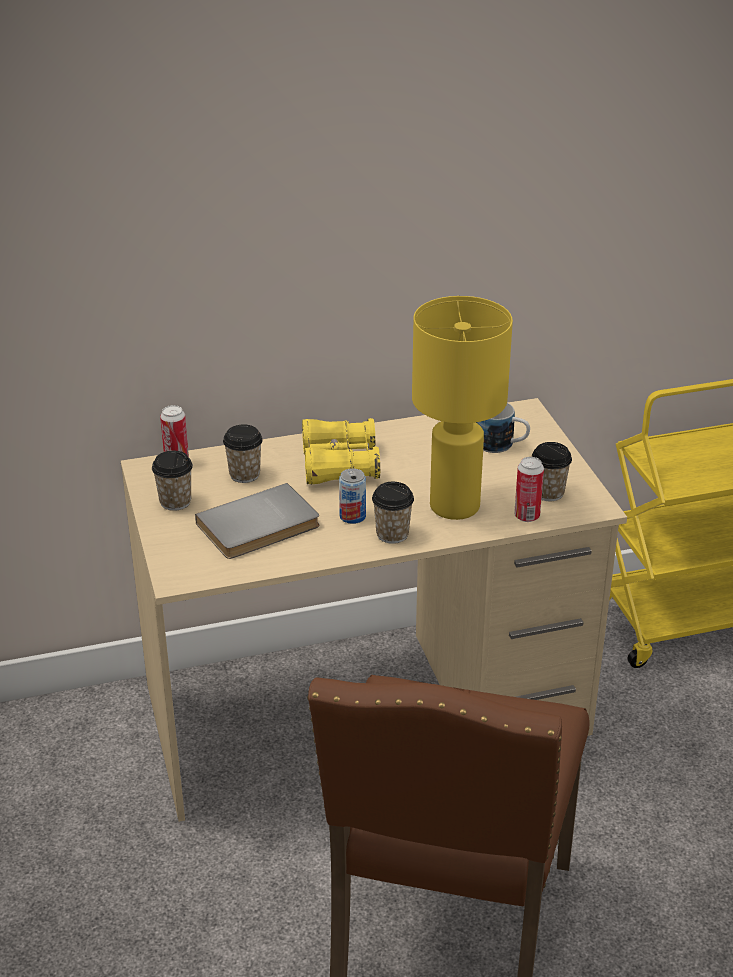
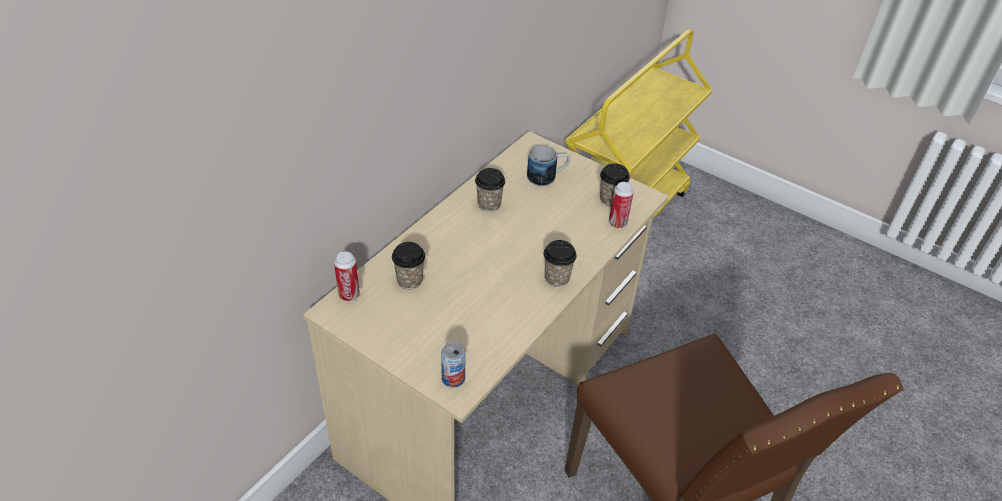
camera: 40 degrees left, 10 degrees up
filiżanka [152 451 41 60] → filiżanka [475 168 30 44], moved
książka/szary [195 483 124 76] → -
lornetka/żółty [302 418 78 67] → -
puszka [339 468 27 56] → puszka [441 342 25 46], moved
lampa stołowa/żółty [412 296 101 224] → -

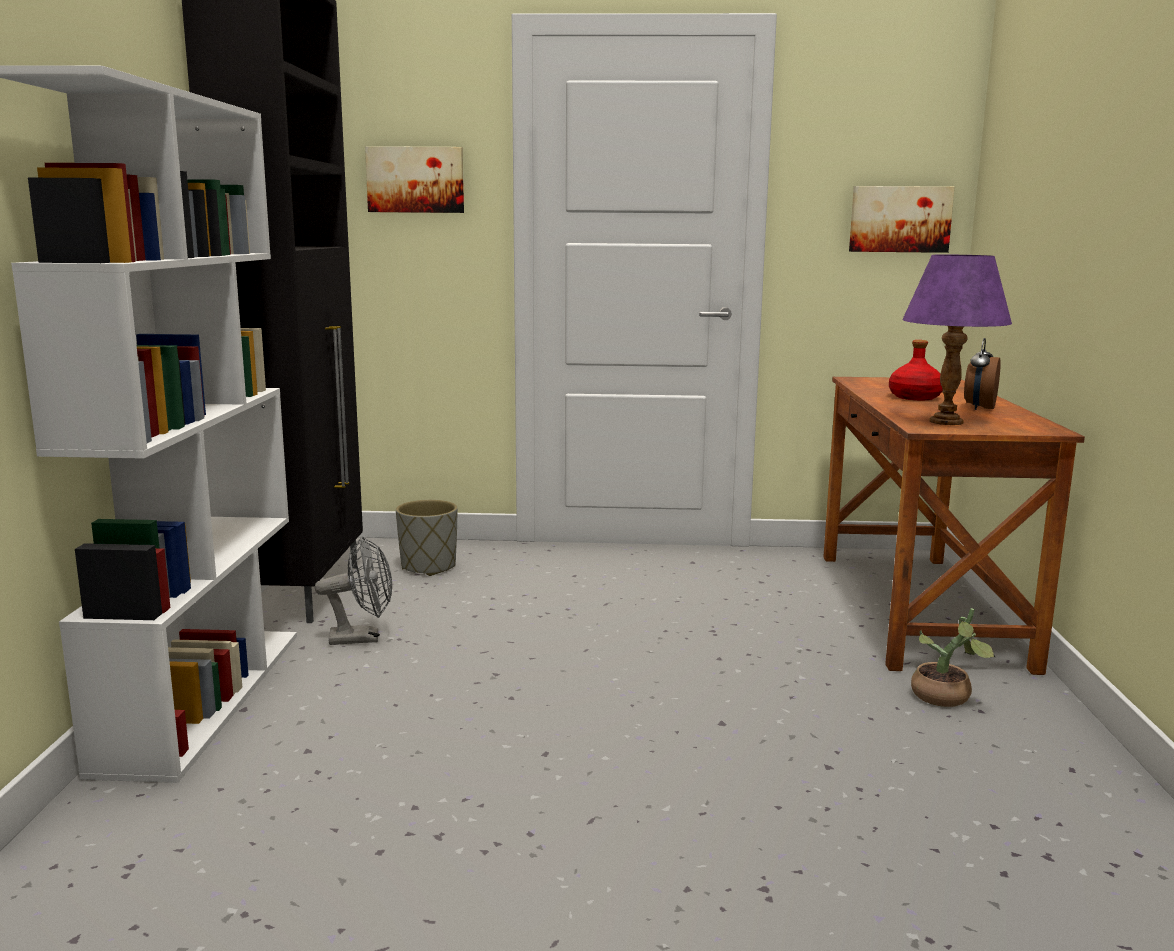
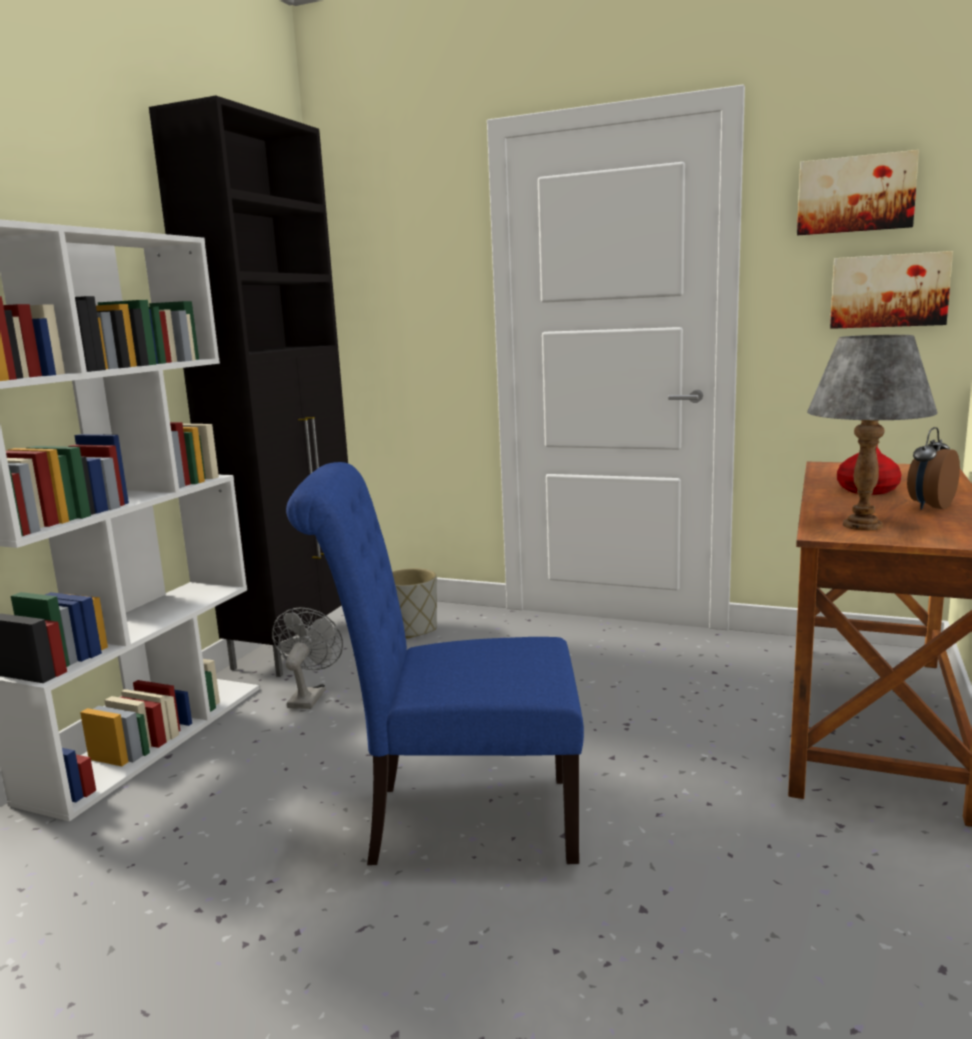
camera: 20 degrees right, 0 degrees up
wentylator/szary [315 536 77 109] → wentylator/szary [272 608 71 101], 90 degrees counterclockwise
obraz [365 146 99 67] → obraz [797 150 122 85], moved
lampa stołowa/fioletowy [902 255 110 170] → lampa stołowa/szary [807 335 131 195]
roślina doniczkowa [911 608 84 99] → -
- → krzesło/niebieski [286 462 298 403]

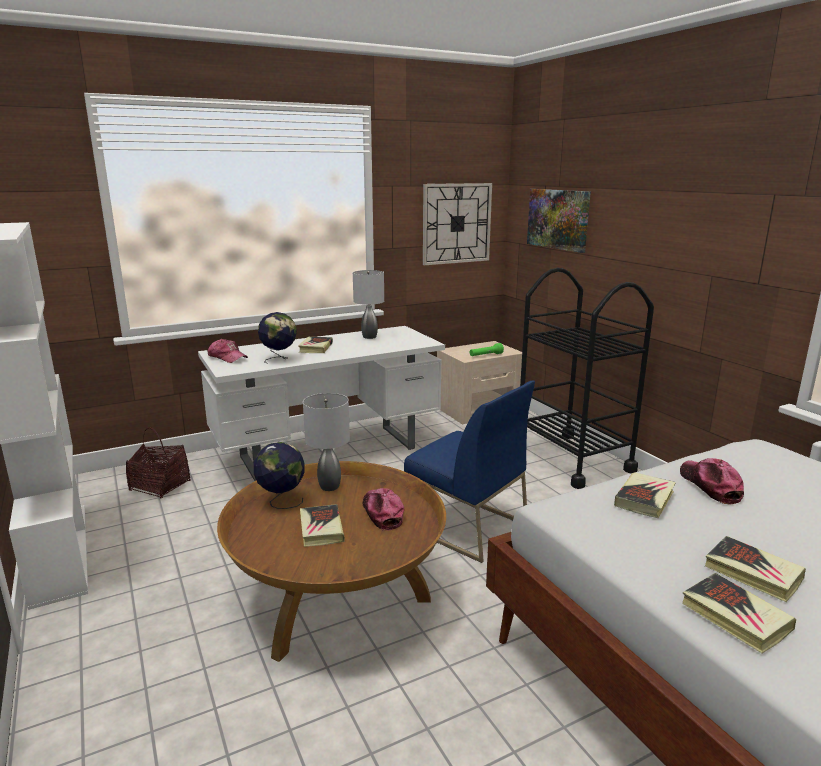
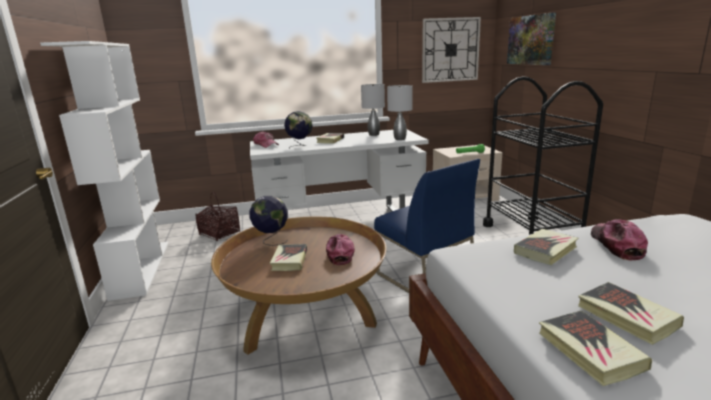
camera: 15 degrees right, 0 degrees up
lampa stołowa/szary [303 393 47 98] → lampa stołowa/szary [387 85 25 55], moved

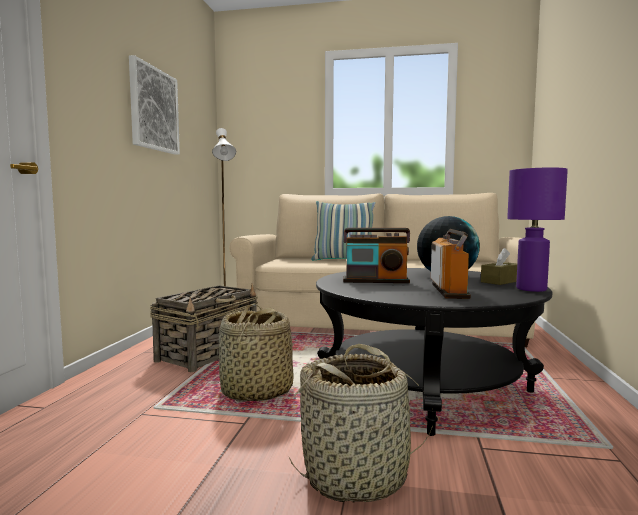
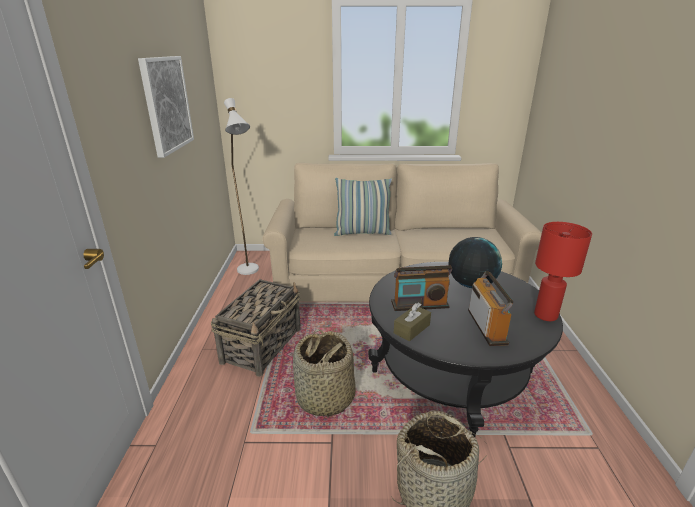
camera: 10 degrees left, 20 degrees up
pudełko chusteczek/brązowy [481 248 36 37] → pudełko chusteczek/brązowy [394 303 37 38], moved
lampa stołowa/fioletowy [507 168 61 124] → lampa stołowa/czerwony [534 222 58 99]

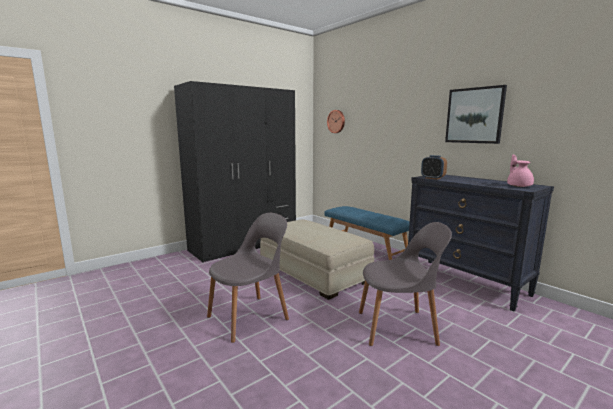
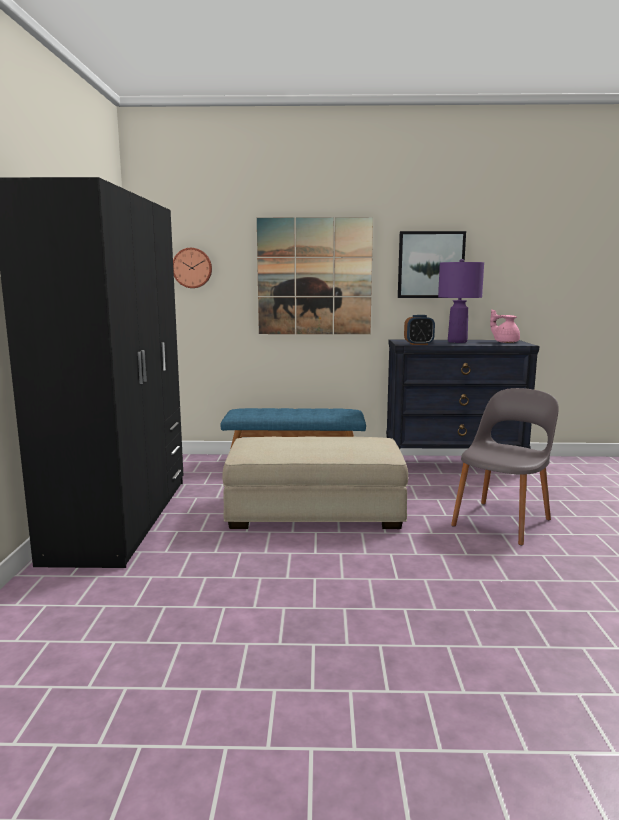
camera: 50 degrees left, 0 degrees up
krzesło/szary [207 213 82 130] → -
- → obraz [257 217 116 117]
- → lampa stołowa/fioletowy [438 259 46 84]

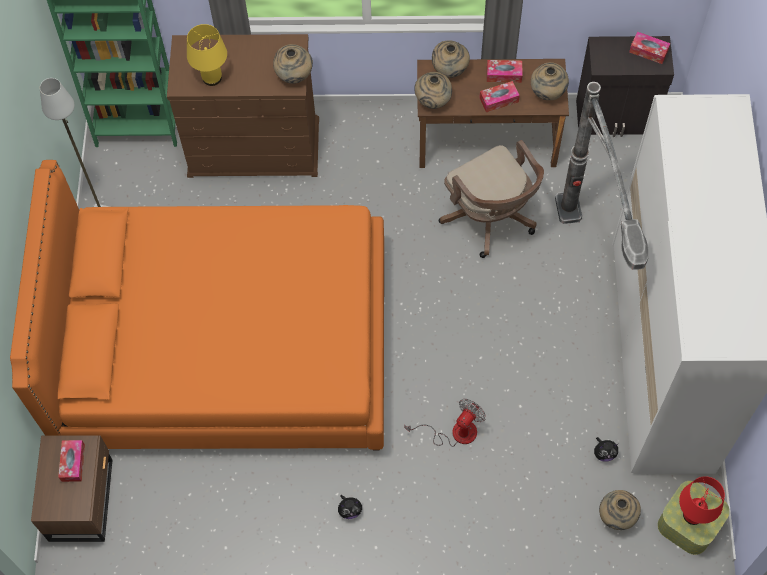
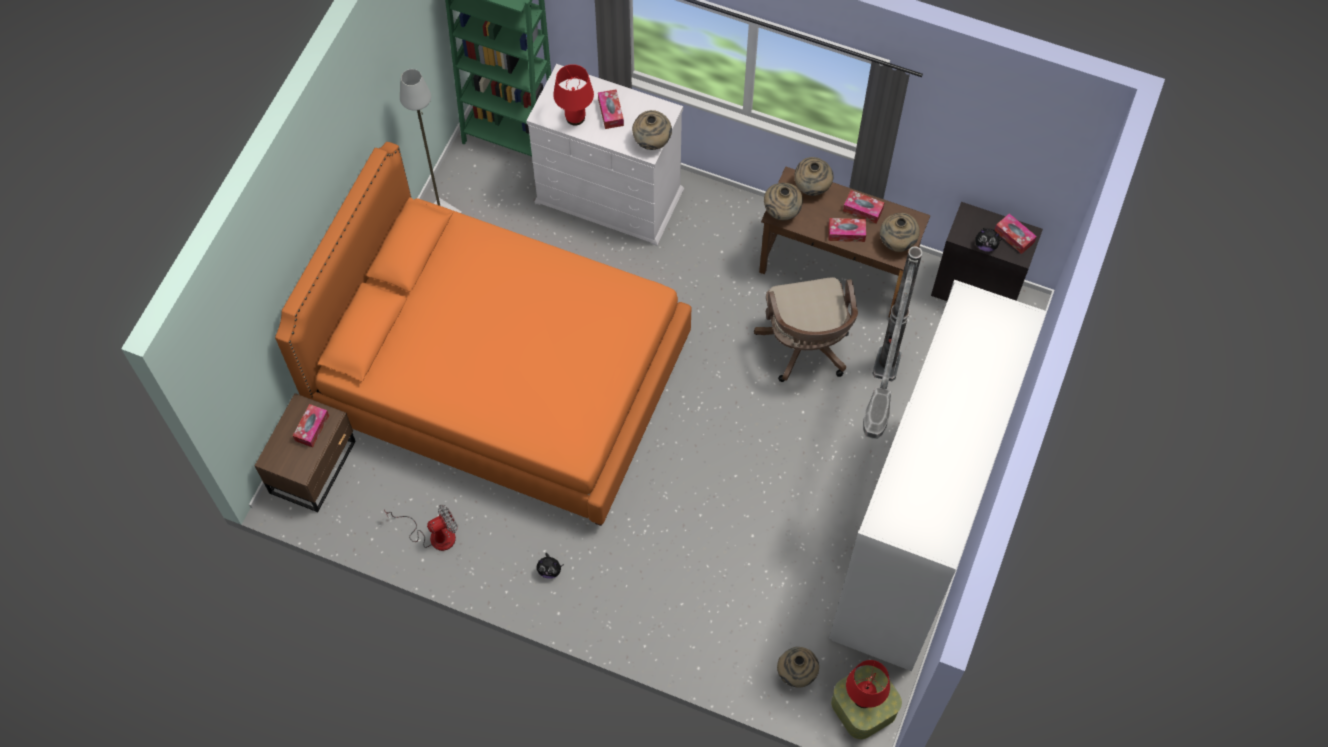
camera: 20 degrees right, 0 degrees up
komoda/brązowy [167 34 152 144] → komoda/biały [526 64 158 182]
lampa stołowa/żółty [187 24 40 62] → lampa stołowa/czerwony [553 64 41 61]
wentylator [404 399 82 48] → wentylator [384 505 74 46], moved
pluszak [594 437 24 25] → pluszak [975 228 28 24], moved
- → pudełko chusteczek [598 89 26 40]

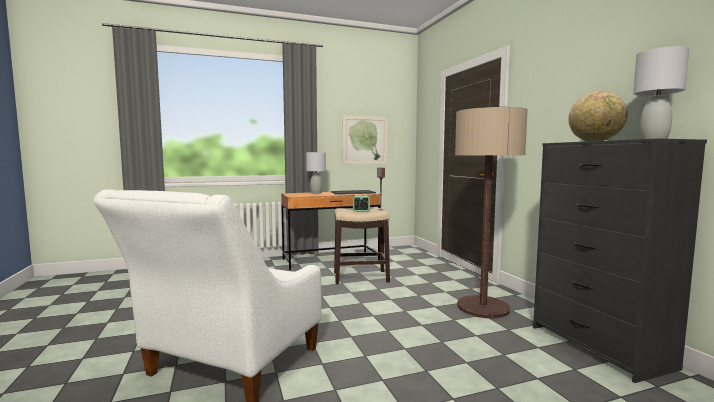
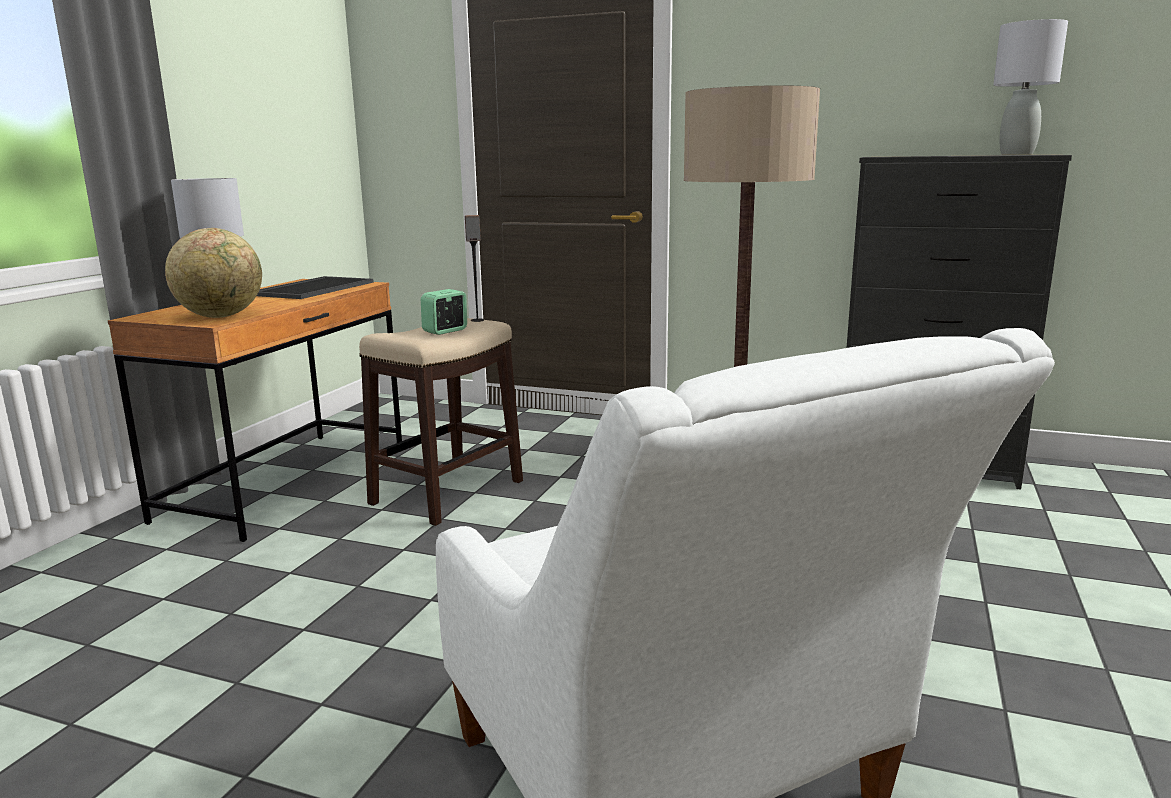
camera: 50 degrees left, 10 degrees up
obraz [343 116 44 48] → -
globus [568 91 60 50] → globus [165 228 97 90], moved

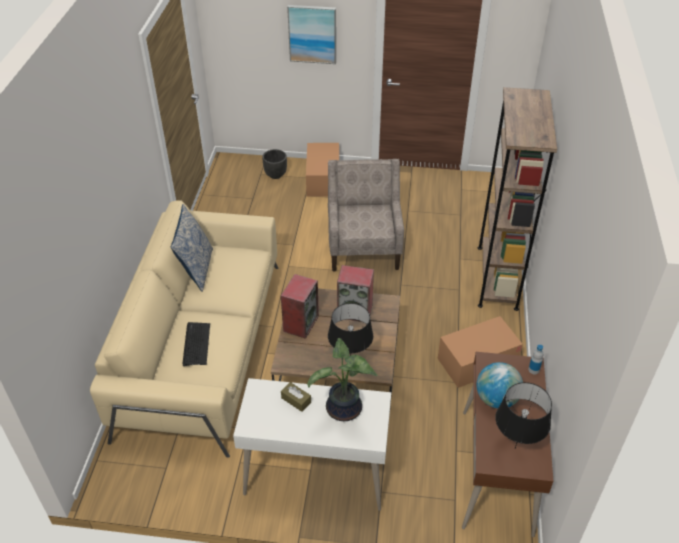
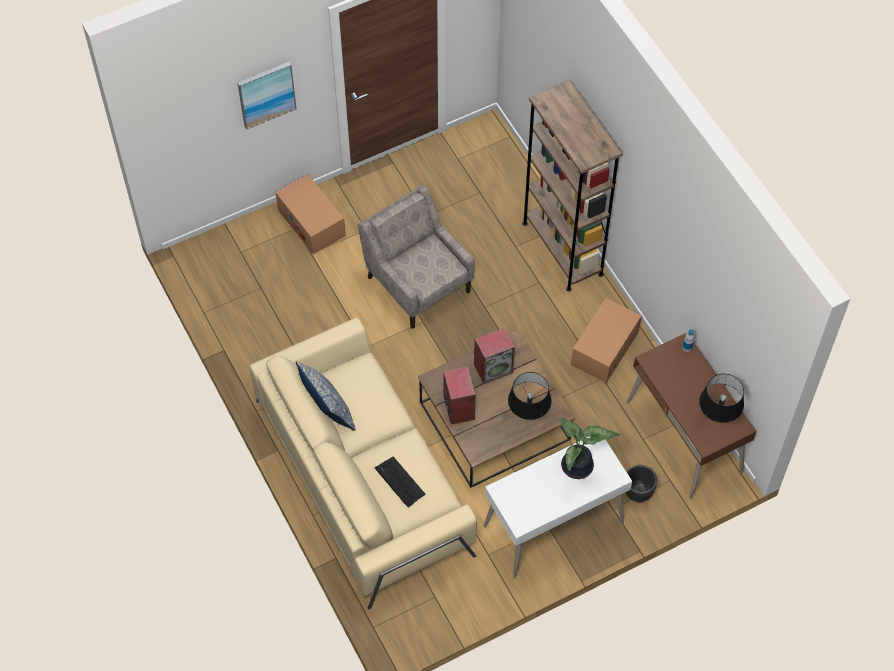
camera: 35 degrees left, 15 degrees up
donica/czarny [262 149 25 30] → donica/czarny [625 465 32 37], moved
pudełko chusteczek/brązowy [281 382 30 30] → -
globus [477 362 46 47] → -

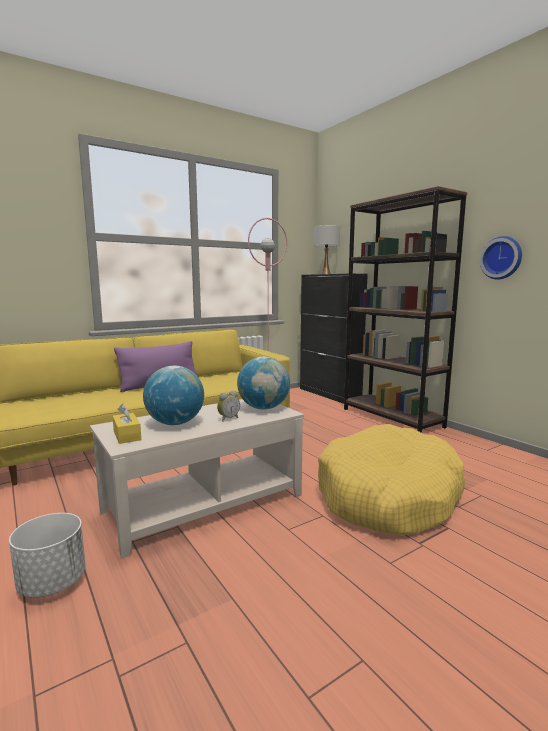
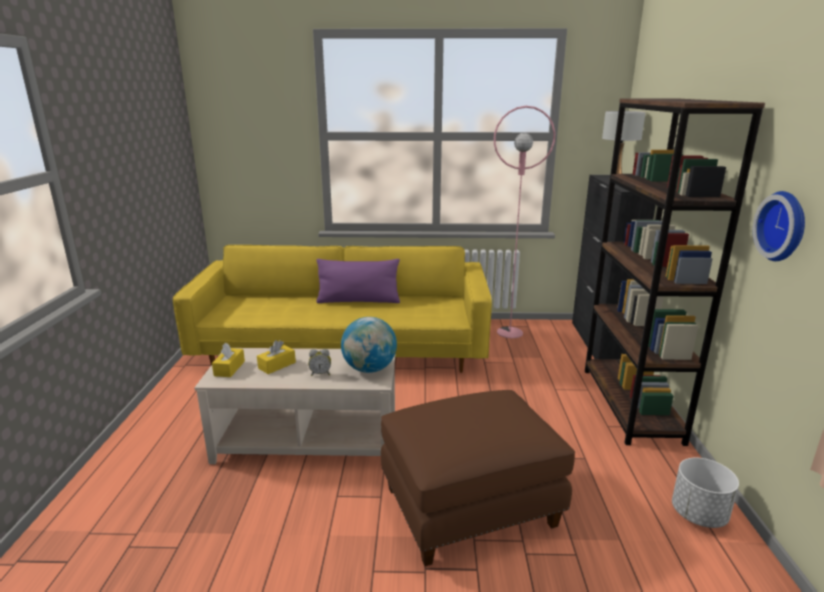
camera: 35 degrees right, 10 degrees up
donica/biały [9 513 77 84] → donica/biały [672 458 67 70], moved
globus [143 366 61 59] → pudełko chusteczek/żółty [257 340 39 34]
legowisko/żółty [318 424 147 111] → pufa/brązowy [381 390 194 176]

